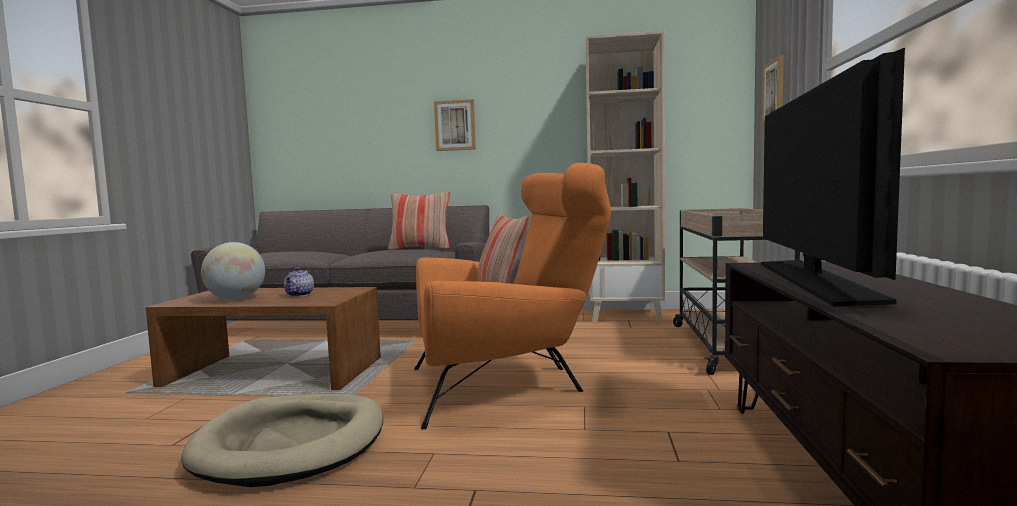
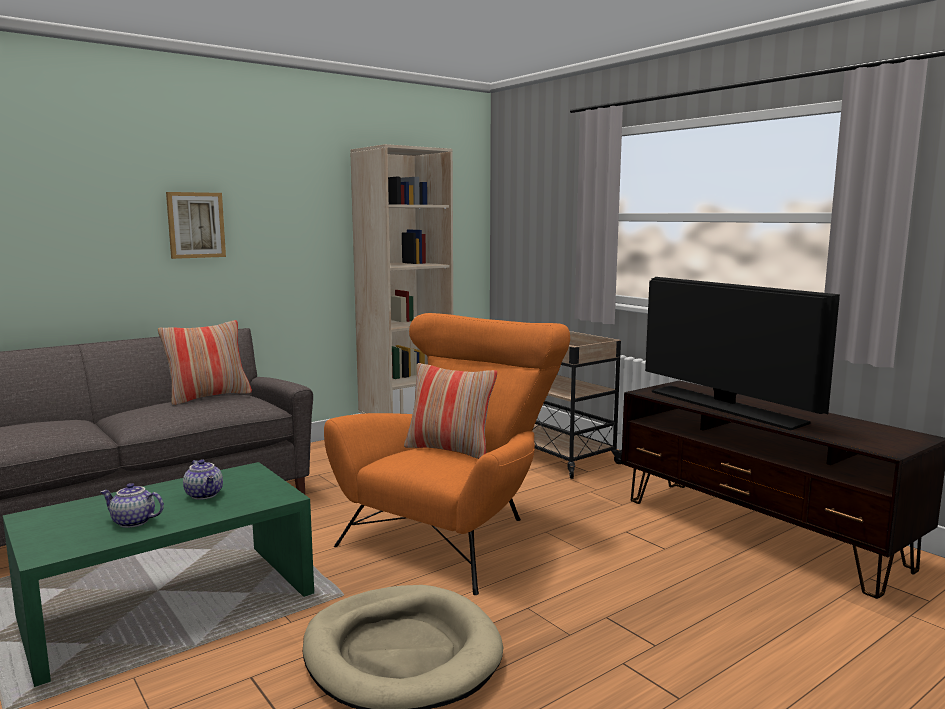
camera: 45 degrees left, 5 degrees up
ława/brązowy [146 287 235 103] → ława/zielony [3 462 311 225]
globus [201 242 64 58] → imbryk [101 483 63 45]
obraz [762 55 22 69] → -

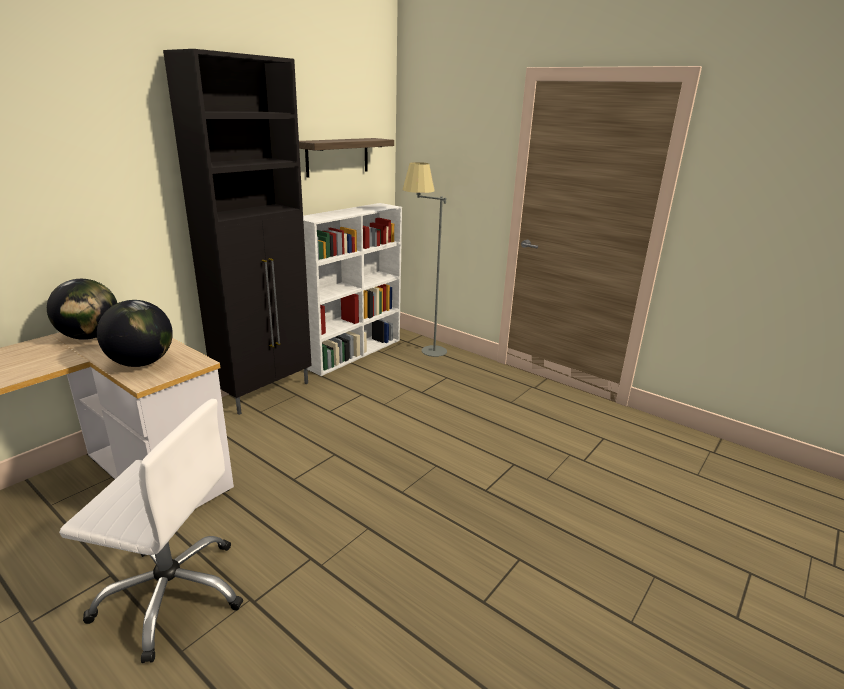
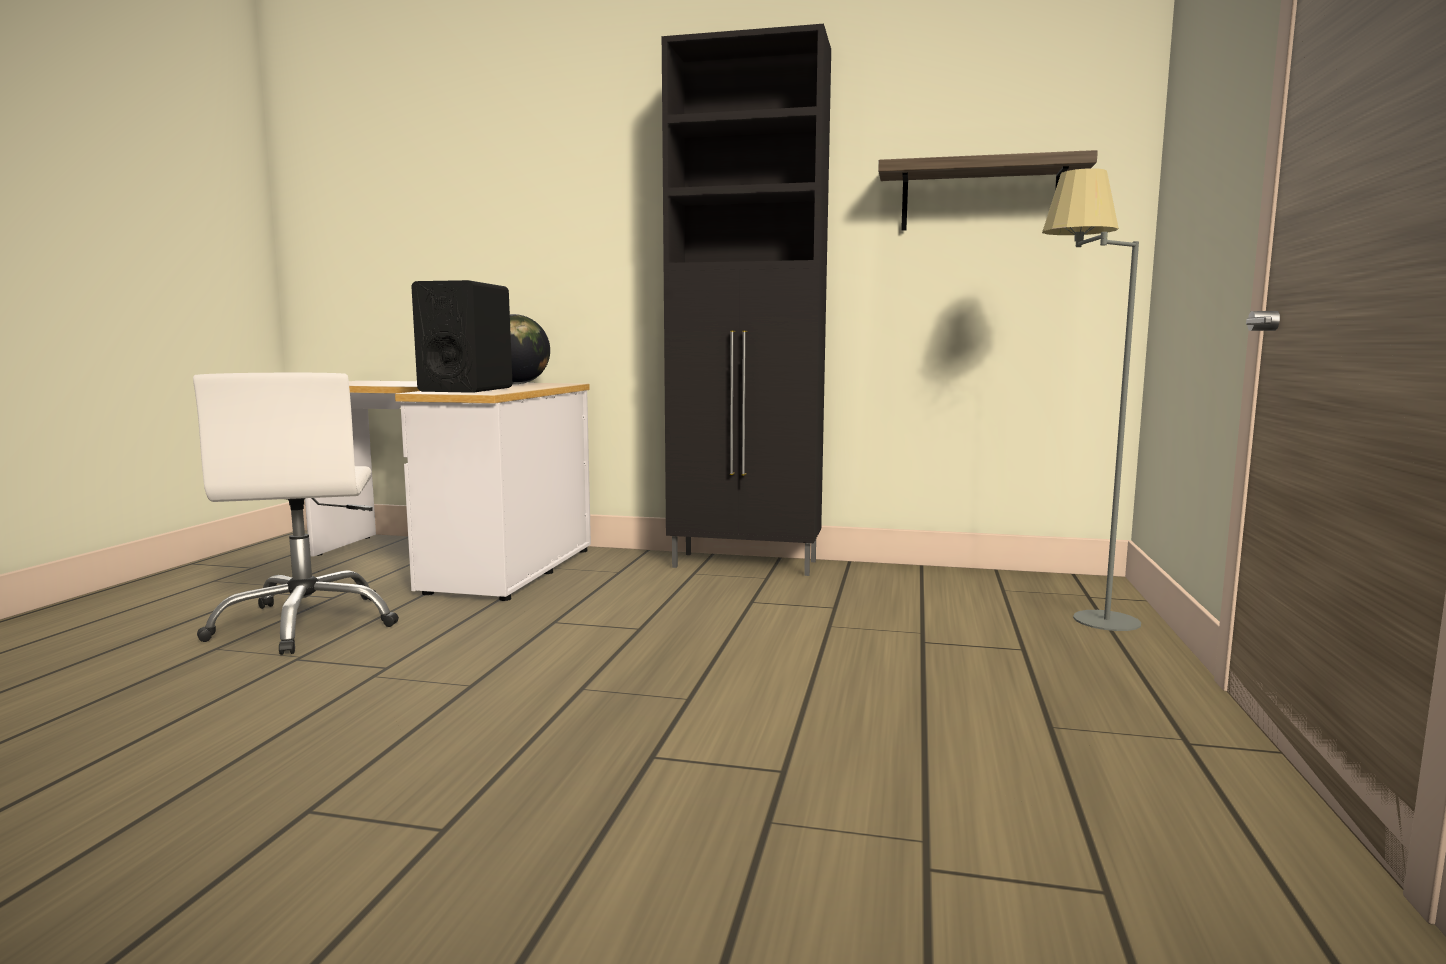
camera: 65 degrees right, 15 degrees down
globus [97 300 76 67] → głośnik/czarny [411 280 102 113]
regał/biały [303 203 99 173] → -

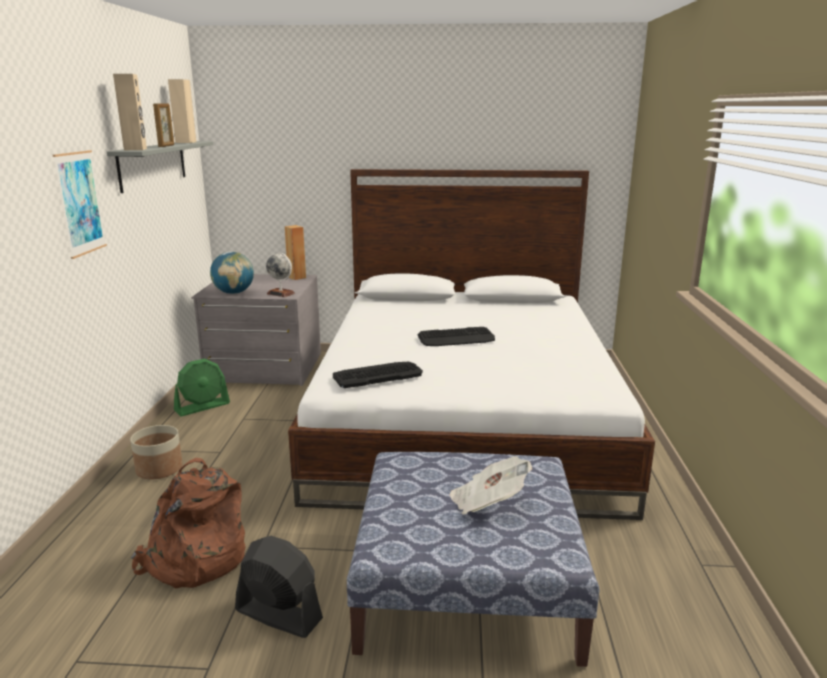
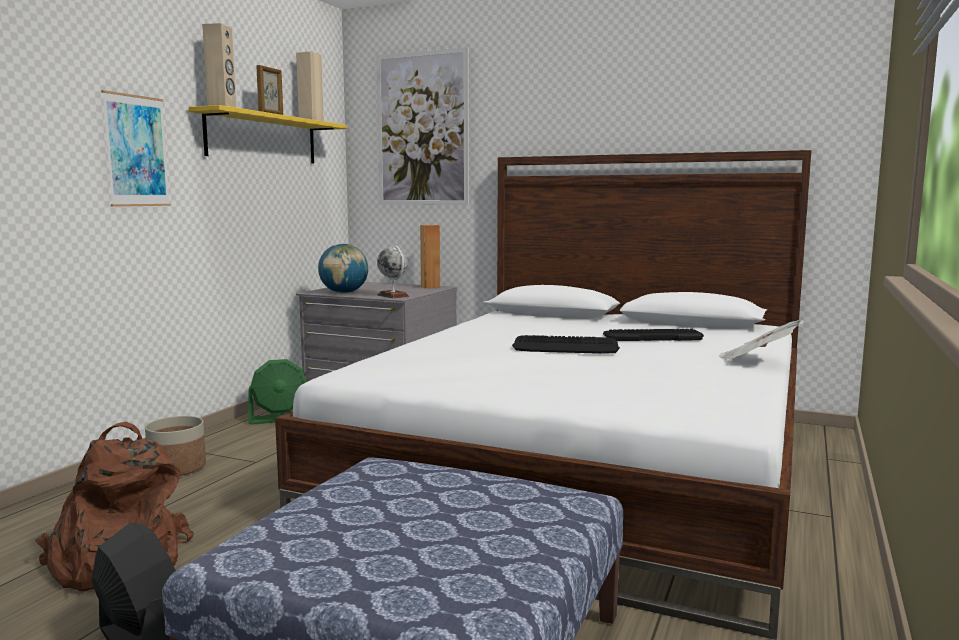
camera: 20 degrees right, 10 degrees down
półka/szary [107 141 106 52] → półka/żółty [189 105 158 58]
klawiatura [333 362 90 26] → klawiatura [603 329 101 12], moved
gazeta [450 456 82 59] → gazeta [719 320 85 40], moved
- → obraz [376 47 93 158]

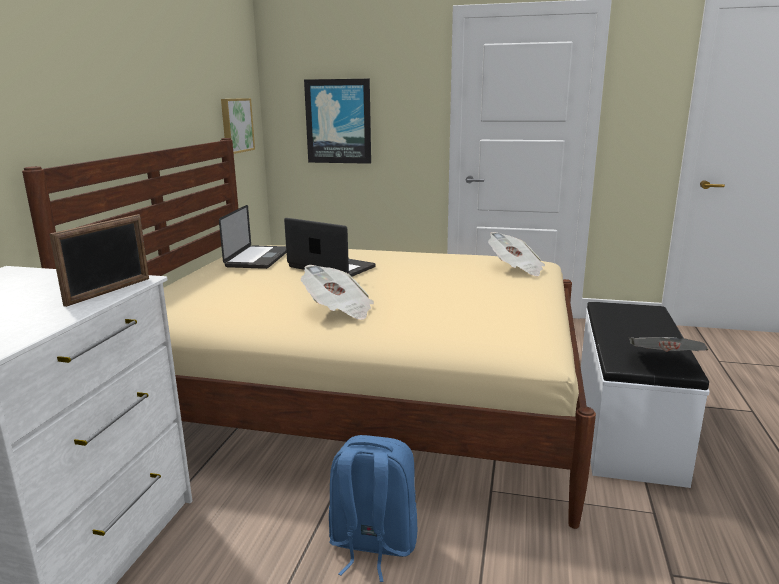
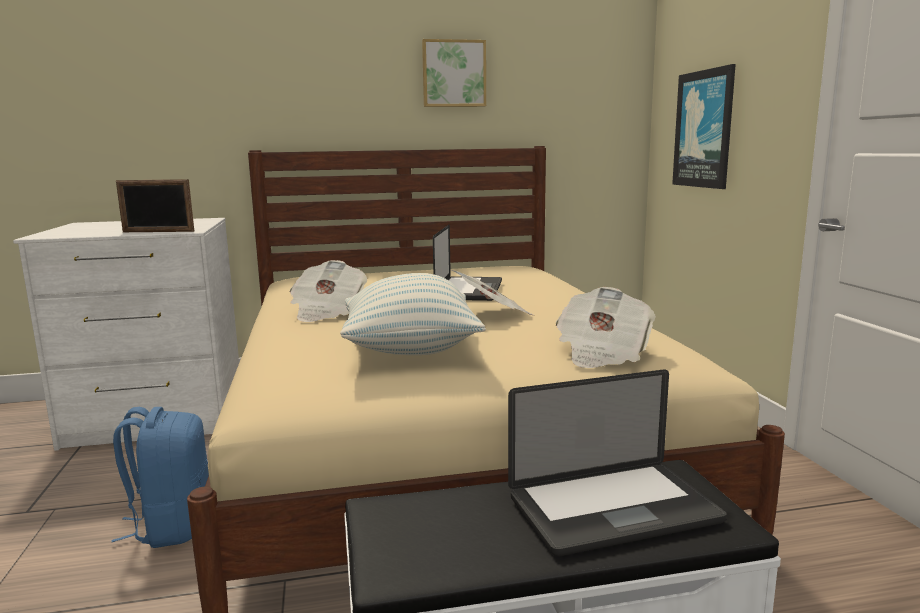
camera: 65 degrees right, 5 degrees down
laptop [219 205 67 64] → laptop [508 370 218 187], moved
obraz [221 98 34 56] → obraz [422 39 64 68], moved
gazeta [629 337 80 15] → gazeta [451 270 82 45], moved
- → poduszka [340 273 146 82]

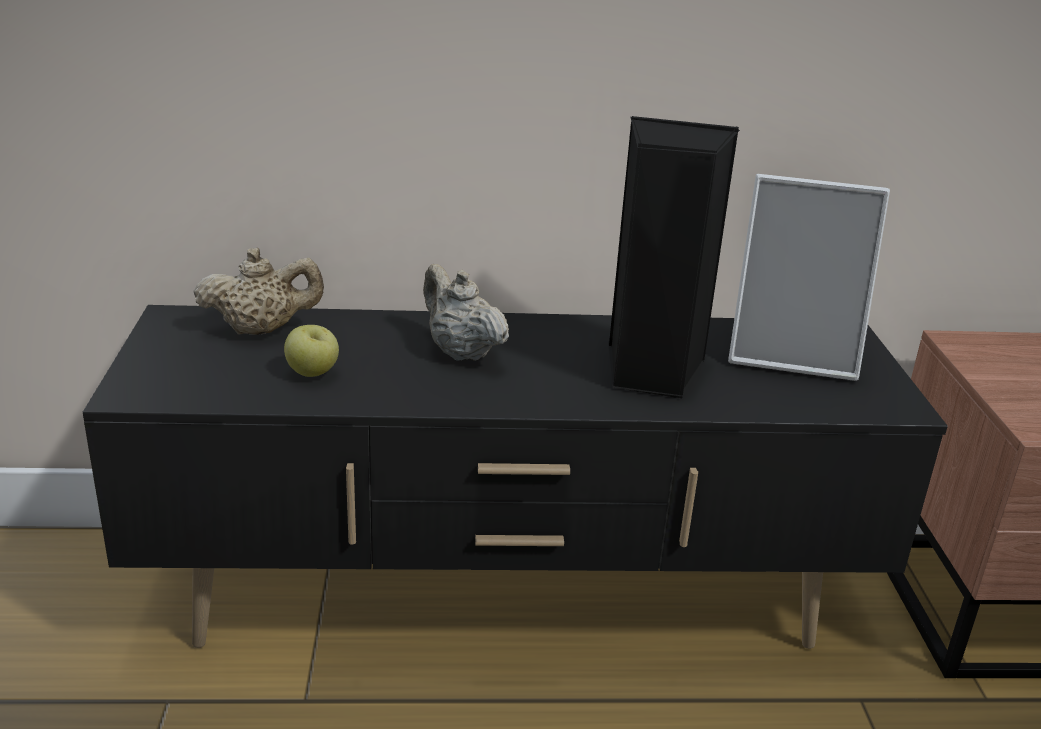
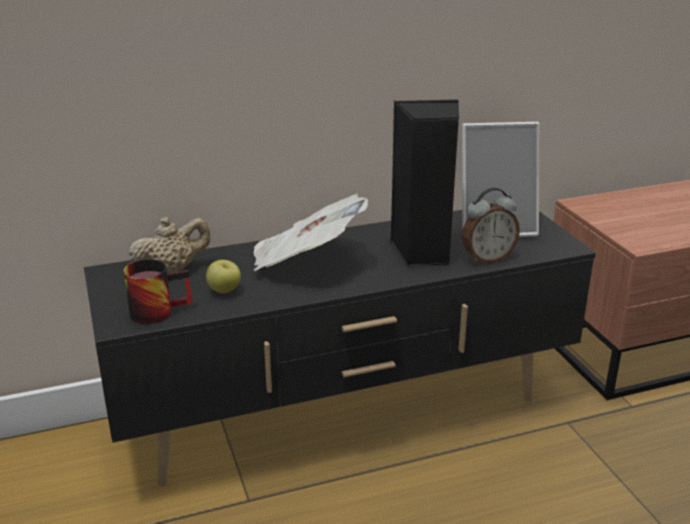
camera: 15 degrees left, 0 degrees up
imbryk/beżowy [423 264 86 97] → gazeta [253 194 115 77]
- → kubek [124 259 68 65]
- → budzik [462 187 58 77]

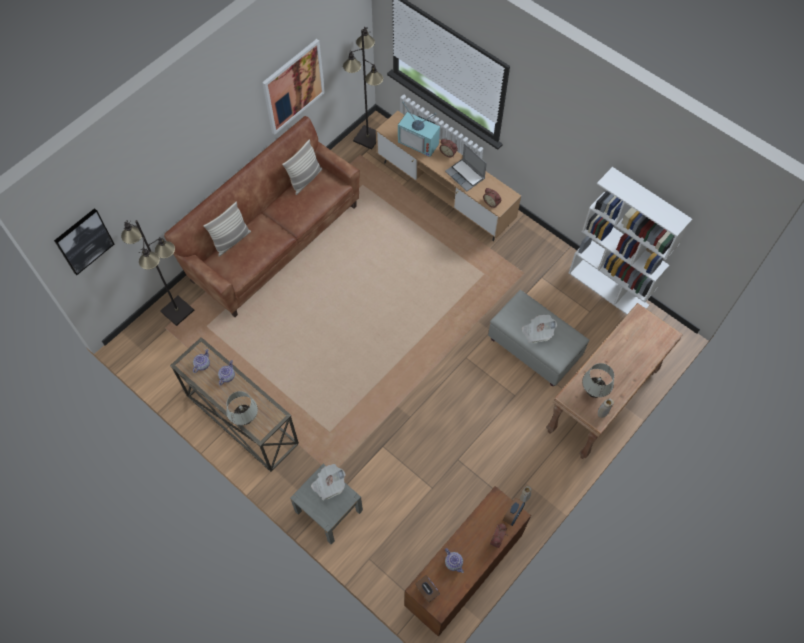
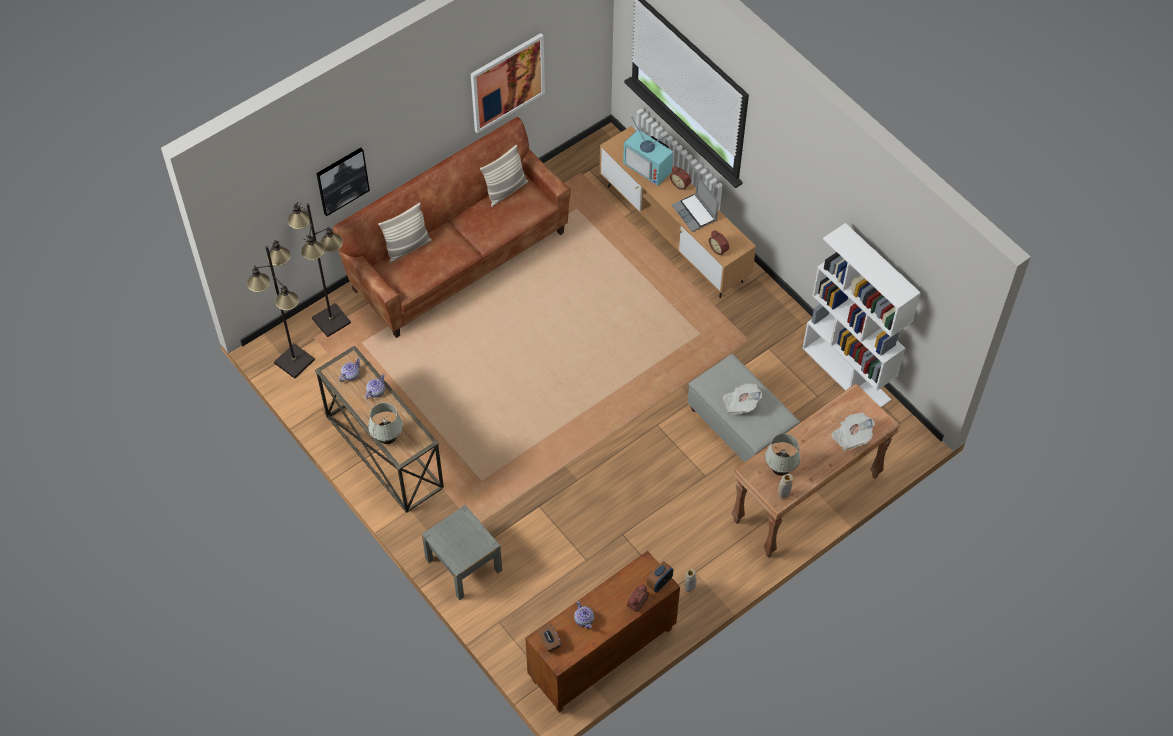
camera: 10 degrees right, 5 degrees down
obraz [54 208 60 67] → obraz [316 148 54 68], moved
gazeta [311 464 35 36] → gazeta [831 412 44 39], moved
lampa stojąca/czarny [343 27 40 123] → lampa stojąca/czarny [247 240 68 139], moved

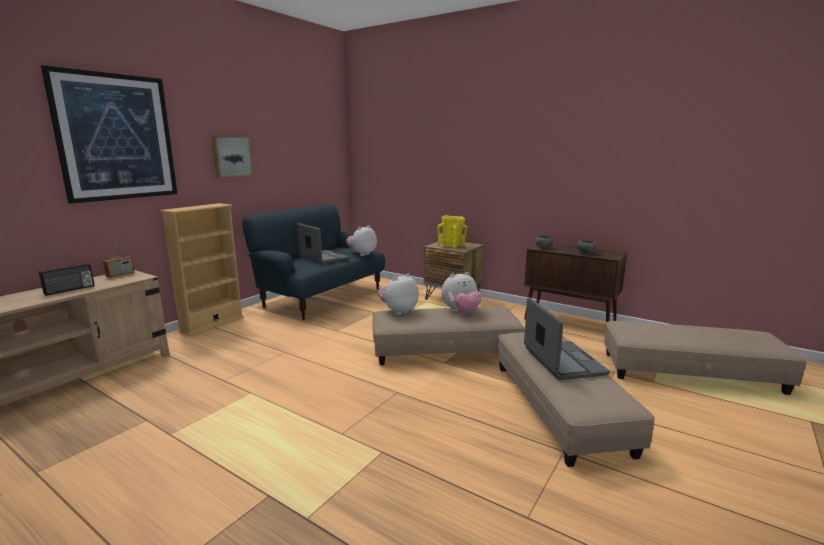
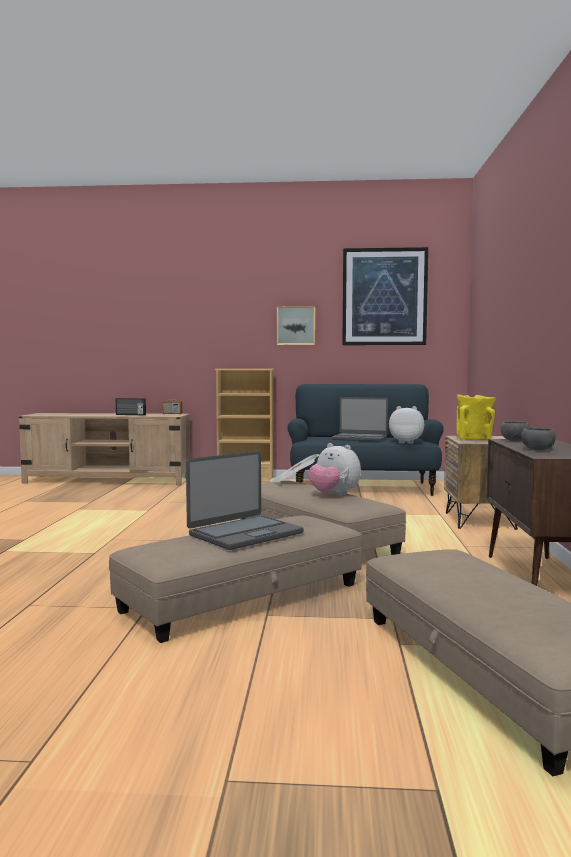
camera: 60 degrees right, 10 degrees down
obraz [41 65 136 139] → obraz [342 247 86 98], moved
laptop [297 223 52 41] → laptop [332 397 56 45], 90 degrees clockwise
pluszak [378 274 41 41] → gazeta [270 454 49 29]

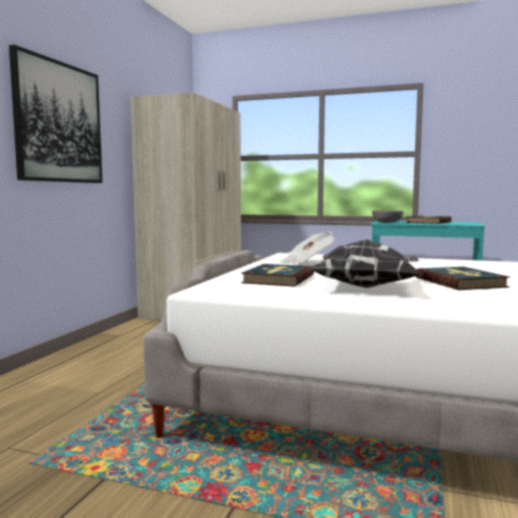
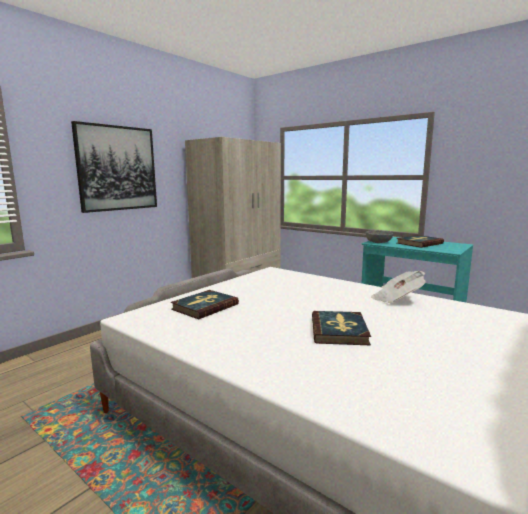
camera: 20 degrees right, 5 degrees up
gazeta [280 231 55 33] → gazeta [371 271 55 32], moved
poduszka [311 240 108 48] → -

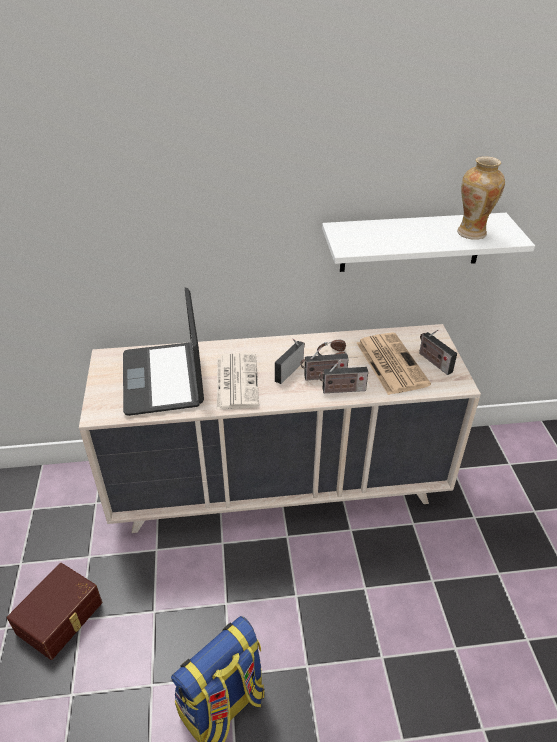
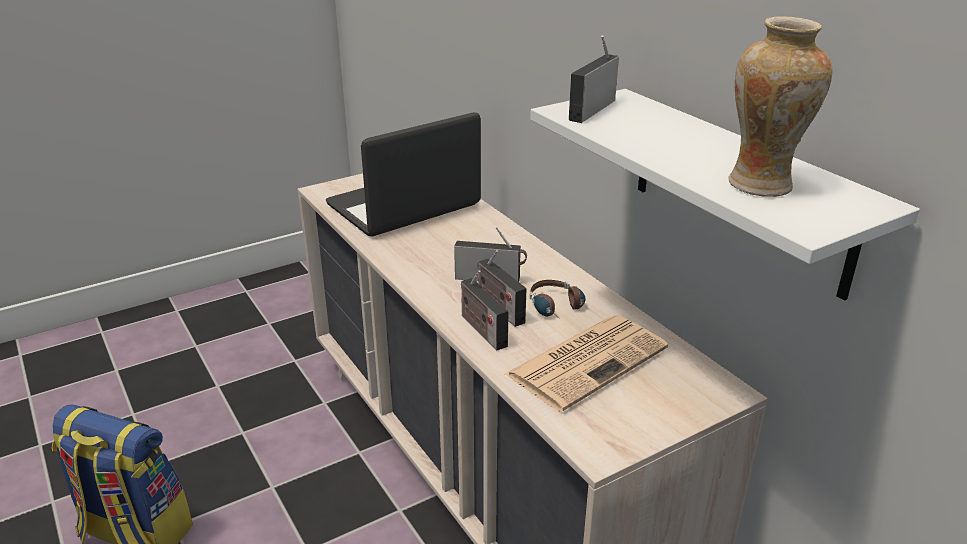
camera: 65 degrees right, 10 degrees down
pojemnik do przechowywania/brązowy [7 563 95 97] → -
gazeta [217 353 42 56] → -
radio [419 330 38 45] → radio [569 35 50 88], moved

